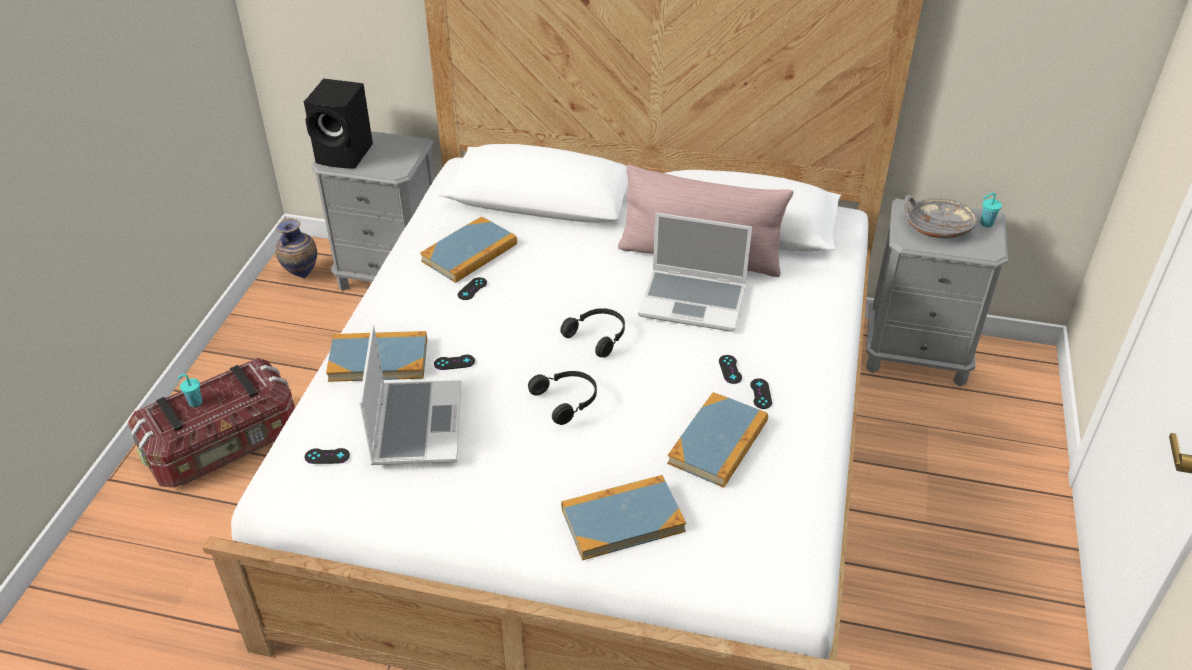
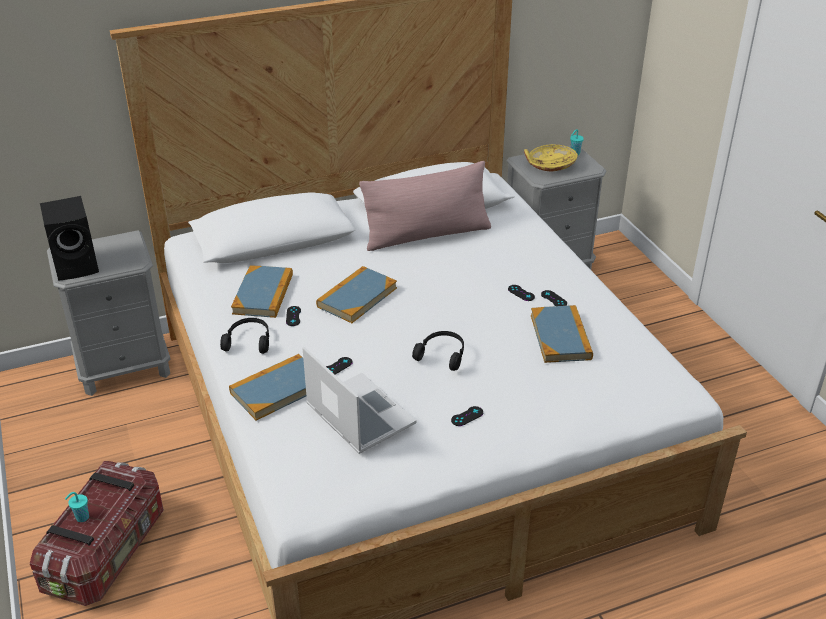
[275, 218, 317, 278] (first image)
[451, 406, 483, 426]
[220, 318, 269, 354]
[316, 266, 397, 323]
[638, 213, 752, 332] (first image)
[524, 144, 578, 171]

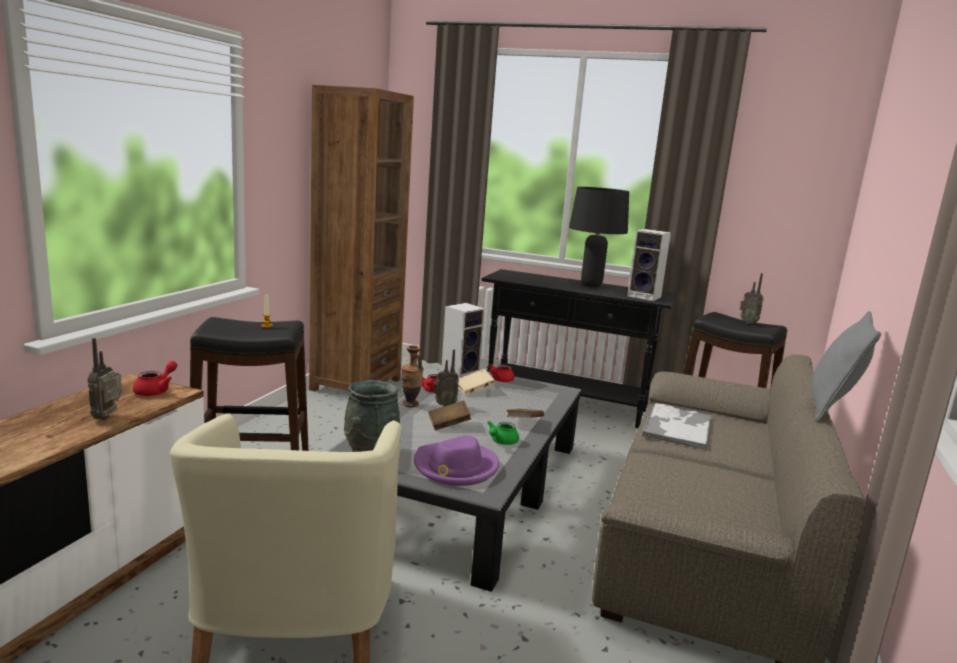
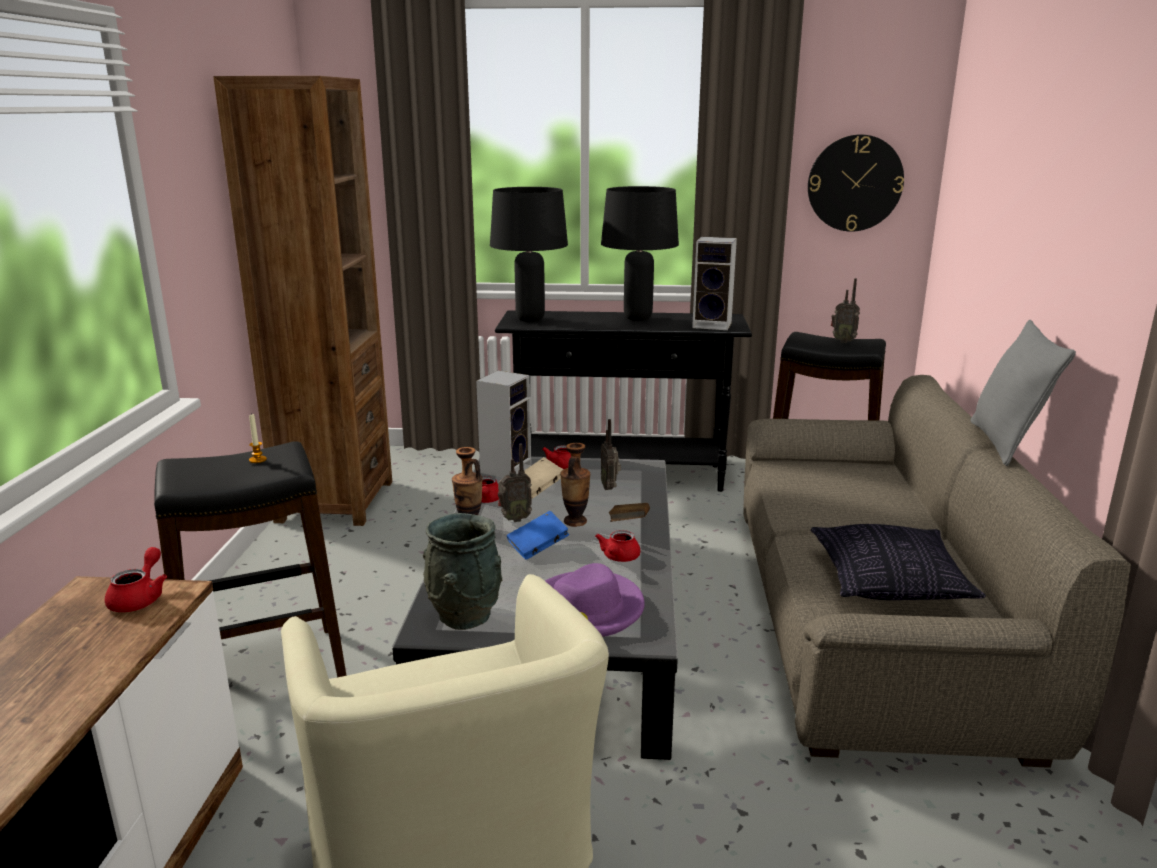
[601, 419, 621, 490]
[507, 511, 569, 560]
[595, 530, 641, 562]
[642, 402, 711, 450] (first image)
[490, 187, 568, 322]
[560, 443, 590, 527]
[808, 134, 904, 232]
[811, 524, 986, 600]

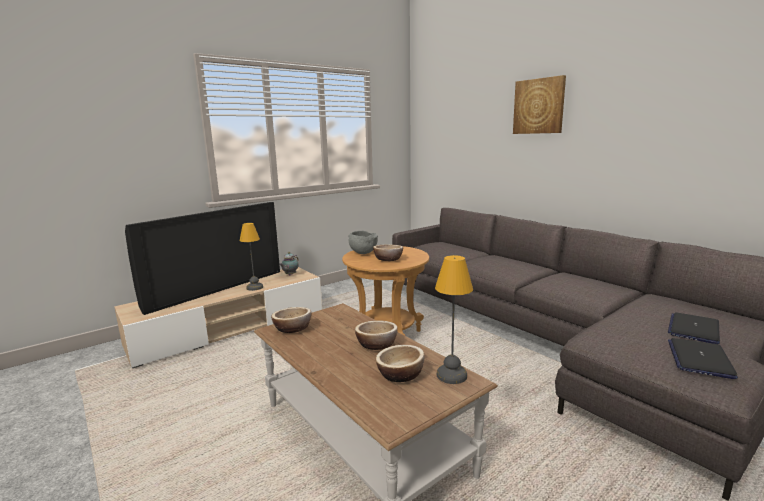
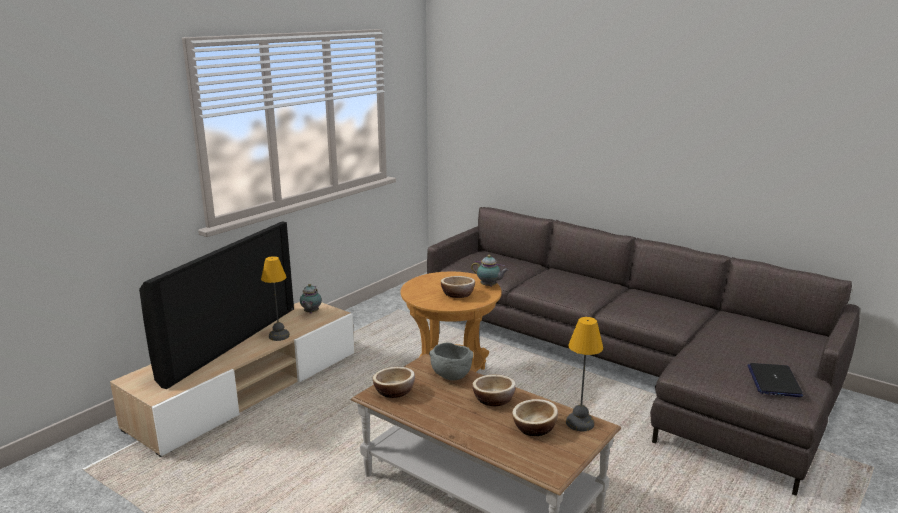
[429, 342, 474, 381]
[513, 75, 566, 134] (first image)
[668, 312, 720, 344] (first image)
[471, 255, 509, 287]

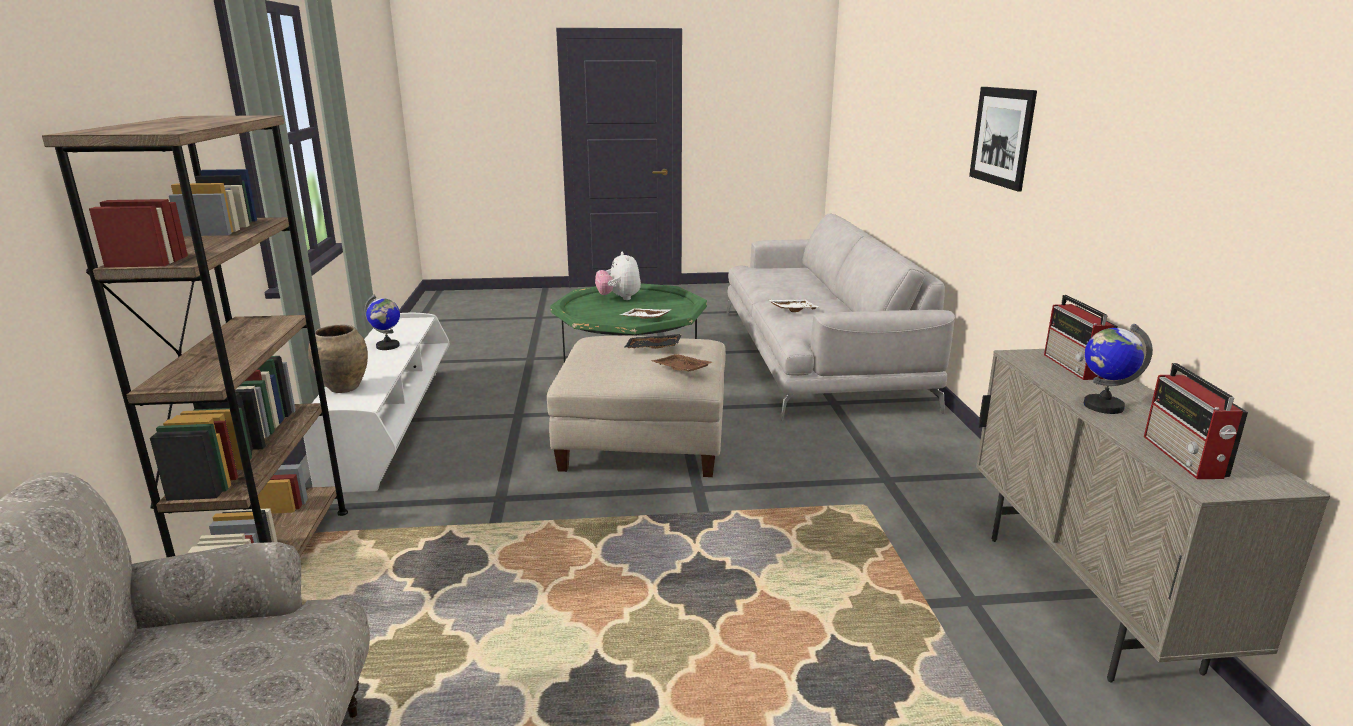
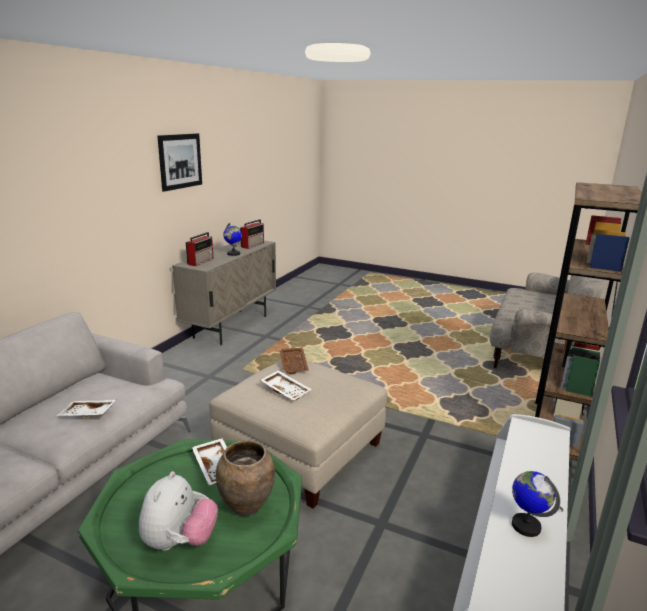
[216, 440, 275, 516]
[261, 370, 311, 401]
[157, 133, 202, 192]

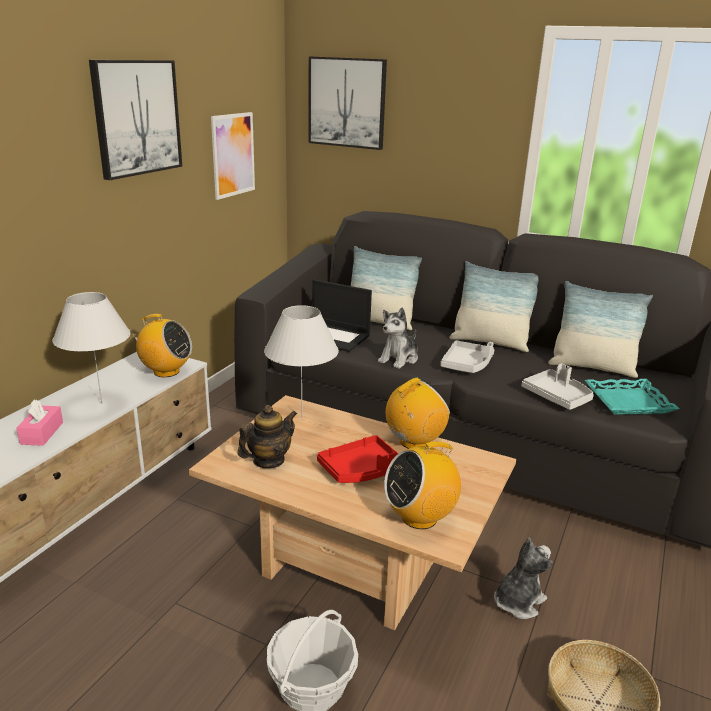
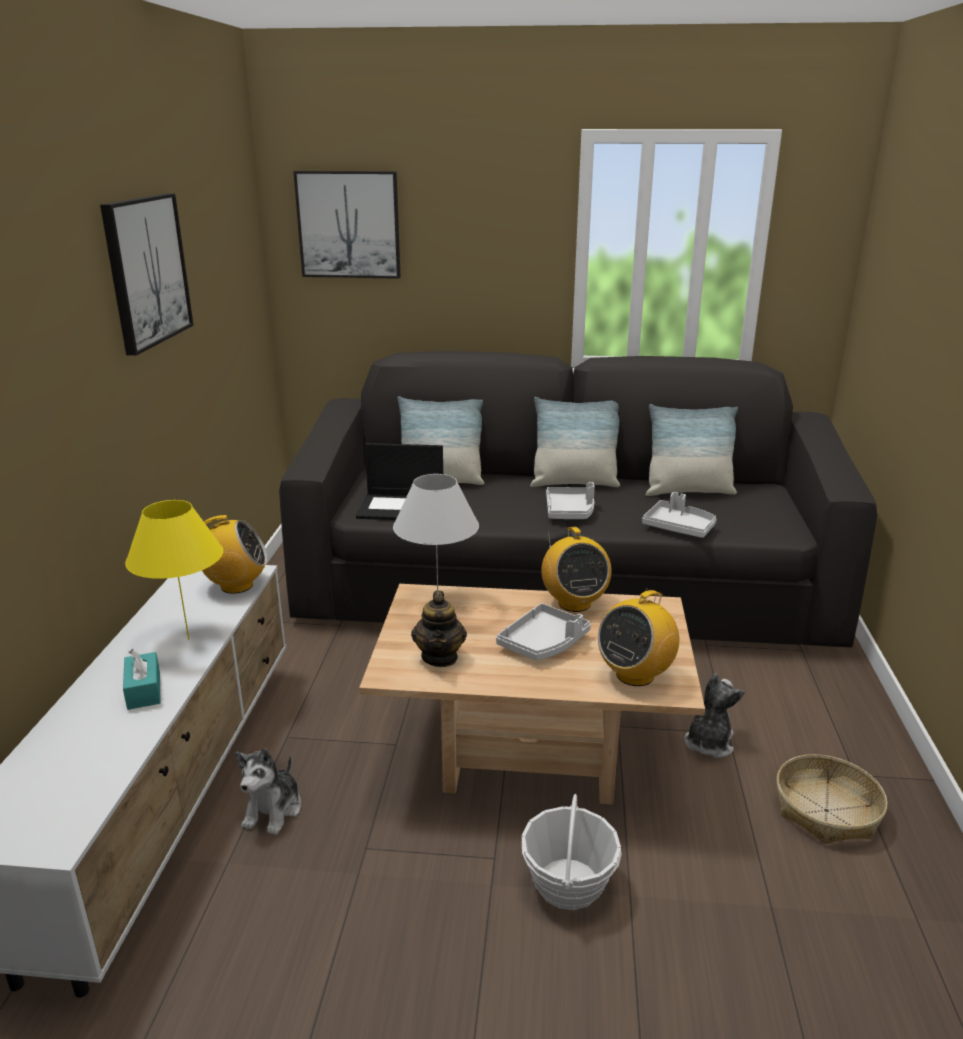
[123, 649, 161, 710]
[125, 500, 223, 640]
[211, 112, 255, 200] (first image)
[411, 590, 467, 667]
[496, 603, 591, 661]
[235, 748, 301, 835]
[541, 527, 612, 612]
[584, 379, 679, 415] (first image)

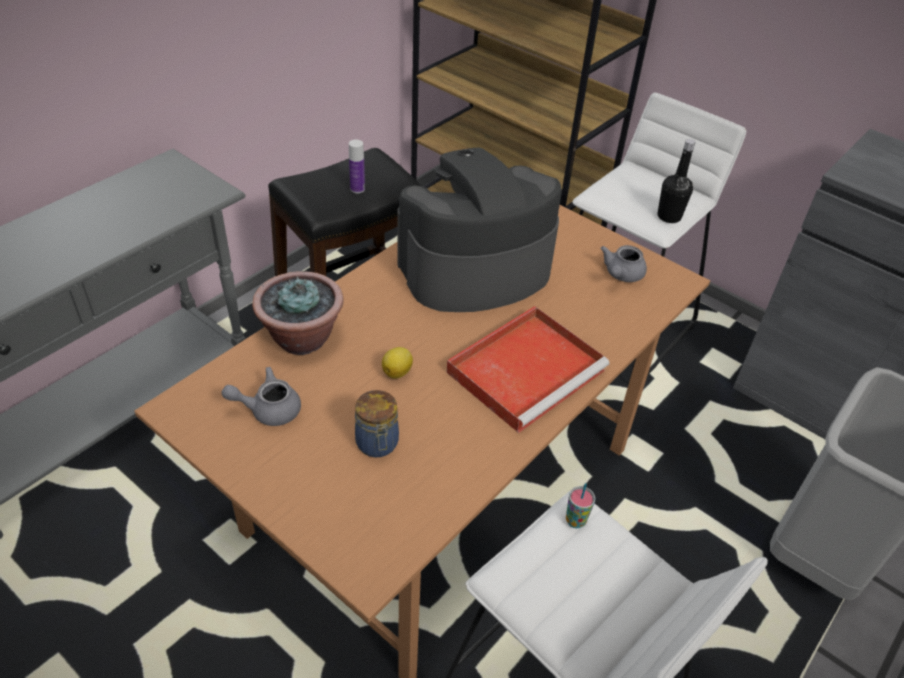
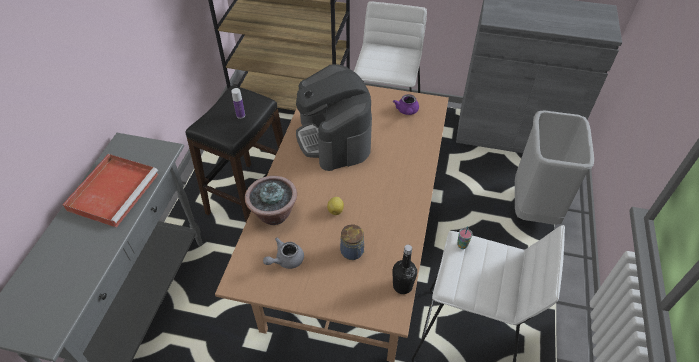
[296, 64, 372, 171]
[63, 154, 159, 228]
[393, 94, 419, 115]
[392, 245, 417, 294]

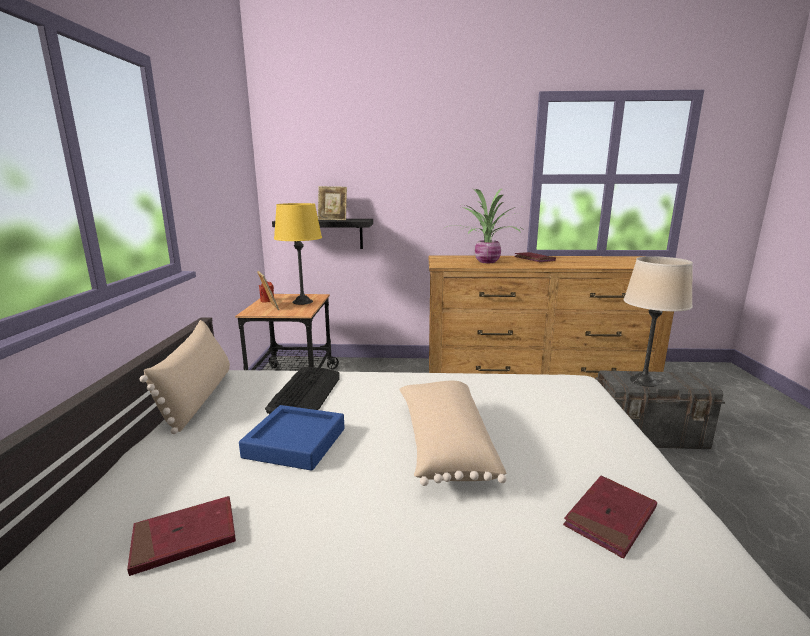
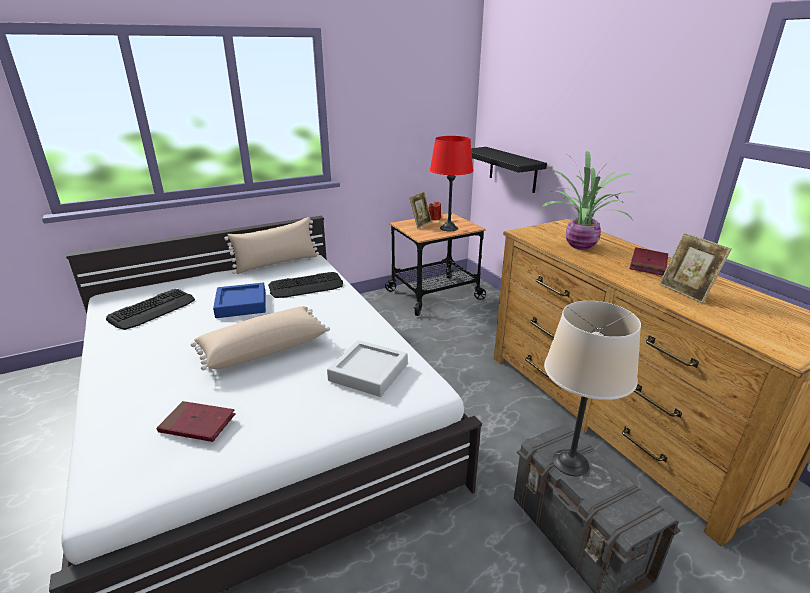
[106, 289, 195, 330]
[430, 136, 473, 231]
[659, 232, 732, 304]
[327, 340, 408, 397]

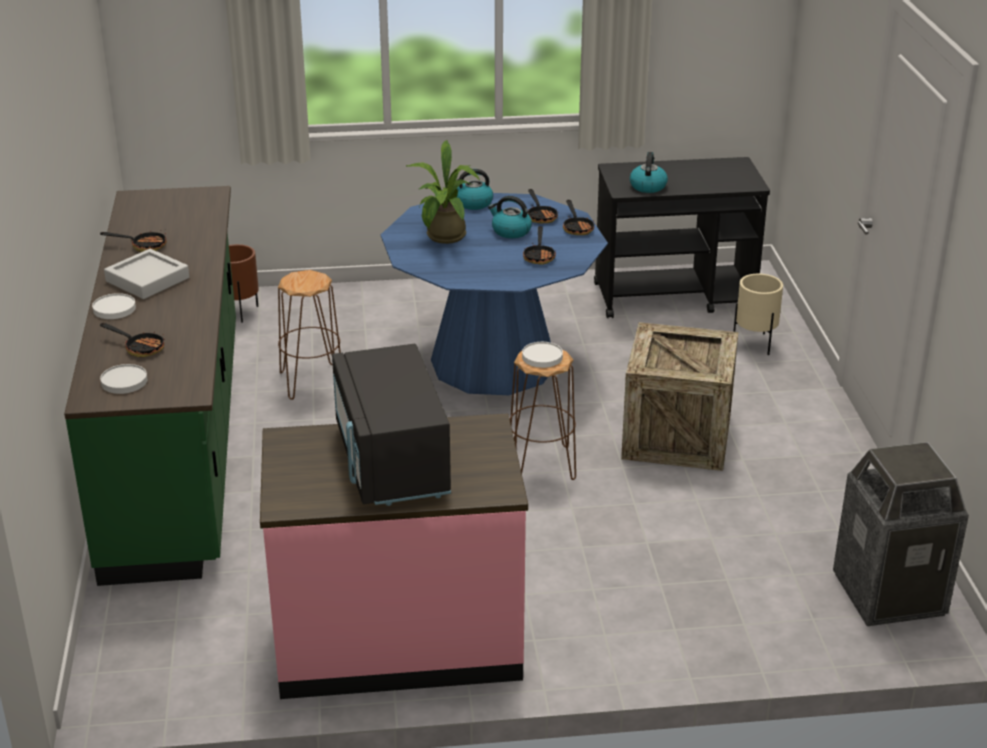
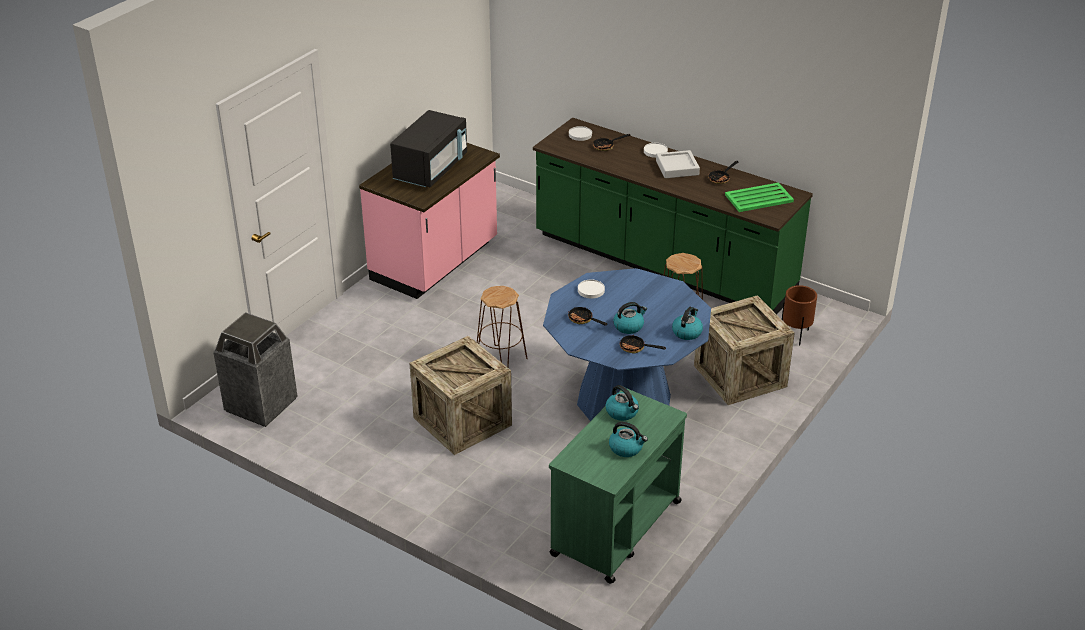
[390, 110, 467, 187]
[406, 140, 480, 244] (first image)
[578, 280, 605, 299]
[563, 200, 594, 235] (first image)
[549, 388, 687, 584]
[733, 274, 783, 355] (first image)
[609, 422, 648, 457]
[694, 295, 795, 405]
[725, 183, 794, 212]

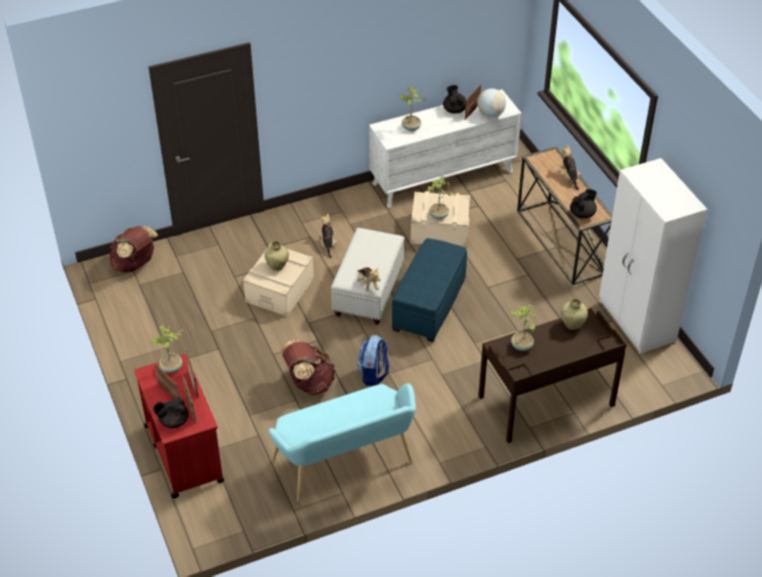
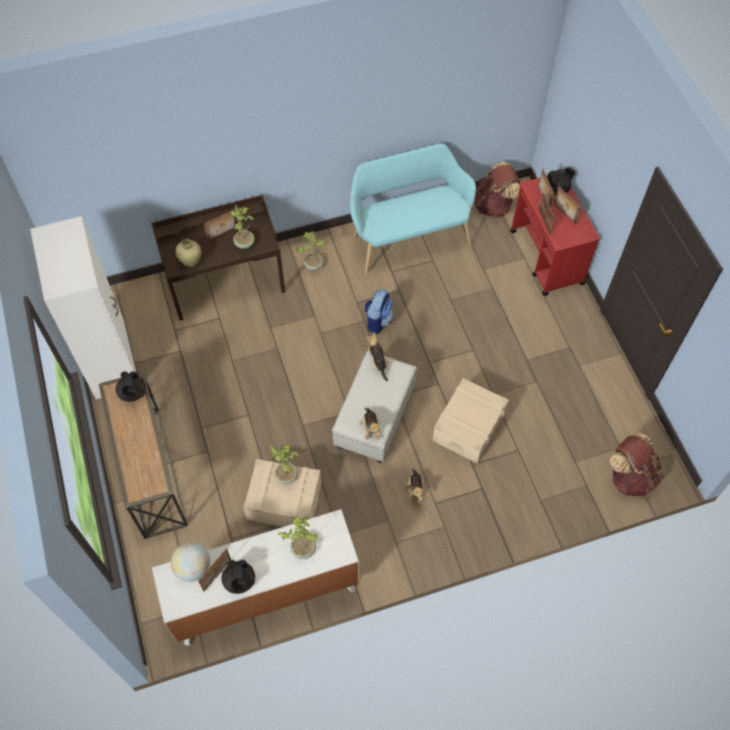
[297, 231, 325, 271]
[265, 241, 289, 271] (first image)
[474, 163, 520, 218]
[392, 238, 467, 342] (first image)
[359, 408, 380, 440]
[115, 371, 146, 402]
[204, 210, 237, 241]

